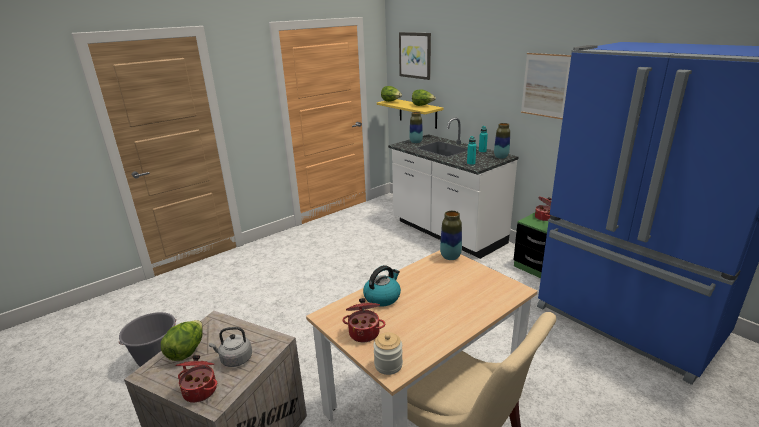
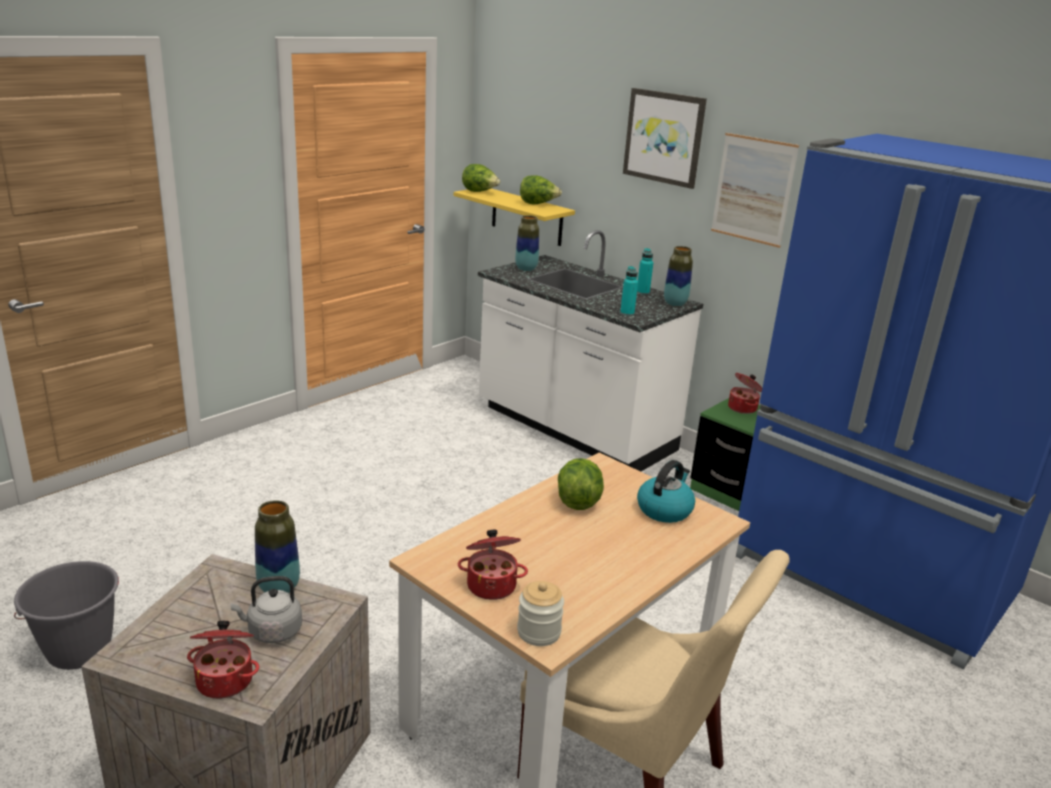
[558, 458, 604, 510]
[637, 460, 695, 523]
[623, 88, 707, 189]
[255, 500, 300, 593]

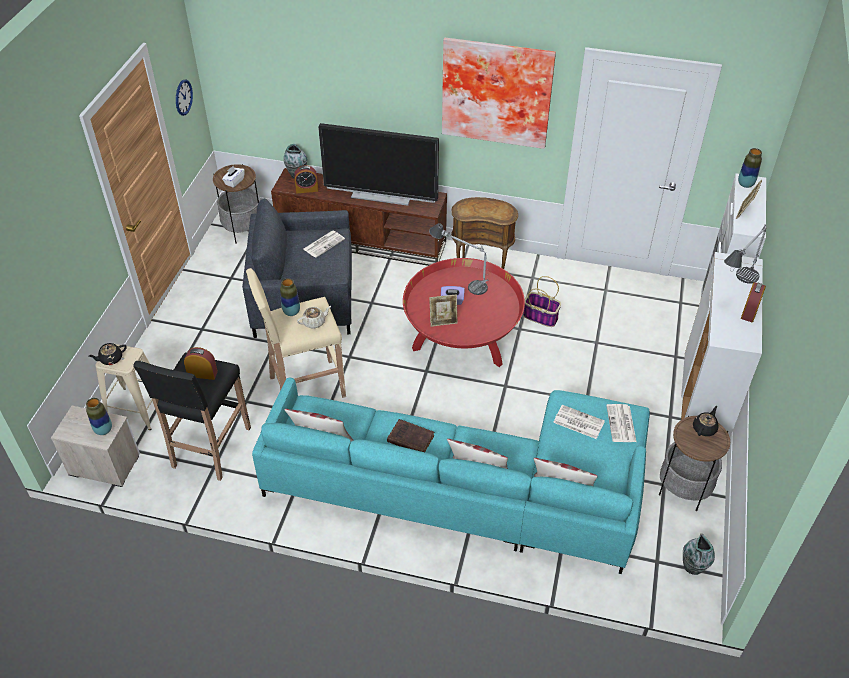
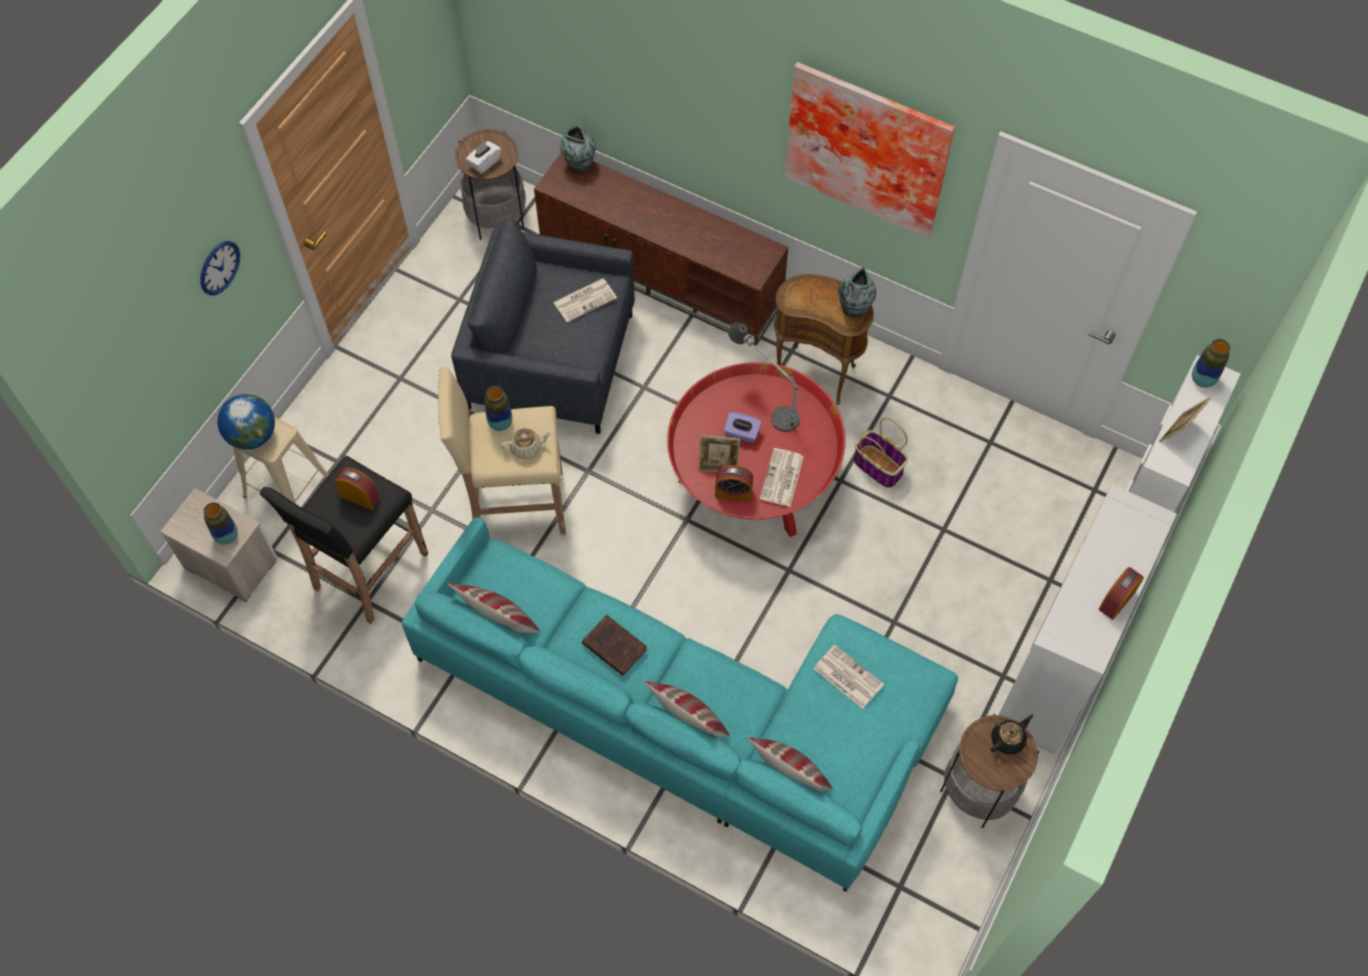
[218, 394, 275, 450]
[200, 241, 240, 296]
[715, 465, 753, 501]
[318, 123, 439, 206] (first image)
[760, 448, 804, 507]
[838, 266, 876, 318]
[724, 224, 766, 284] (first image)

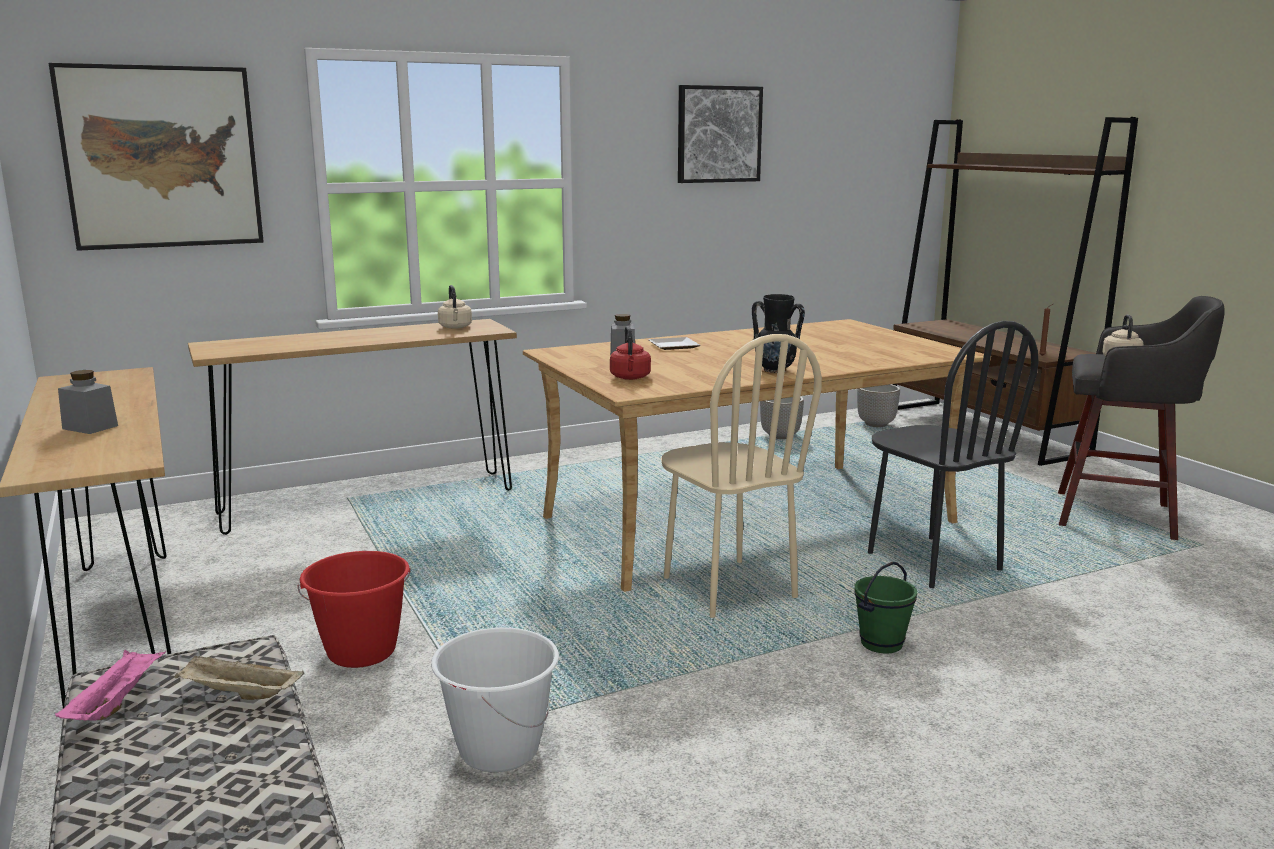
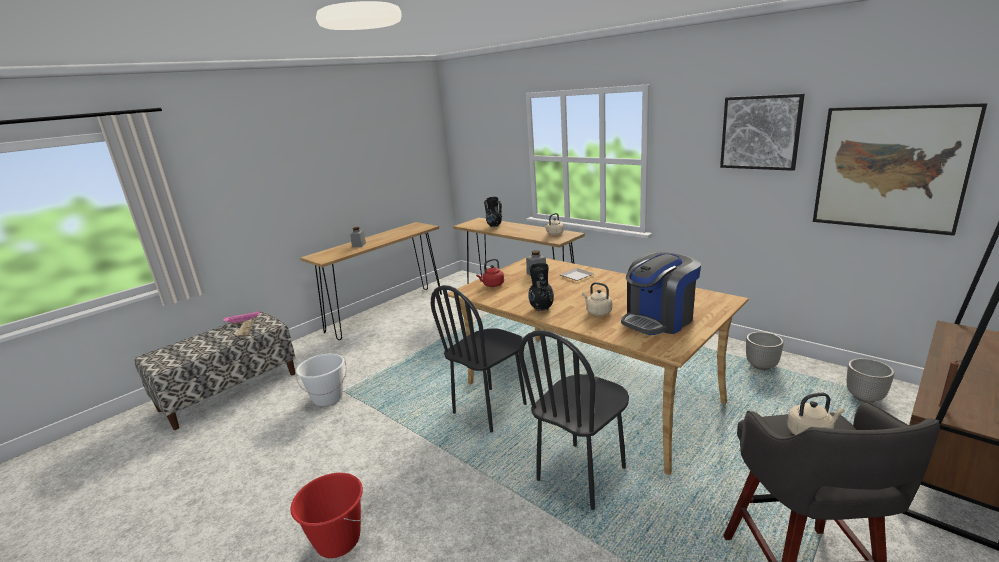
[813, 103, 988, 236]
[290, 473, 364, 558]
[431, 285, 527, 433]
[854, 562, 917, 654] (first image)
[484, 197, 503, 228]
[582, 282, 612, 316]
[621, 252, 701, 335]

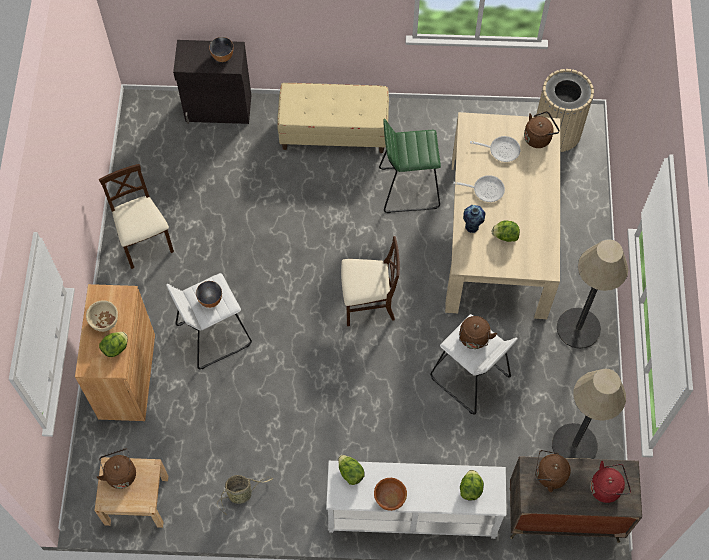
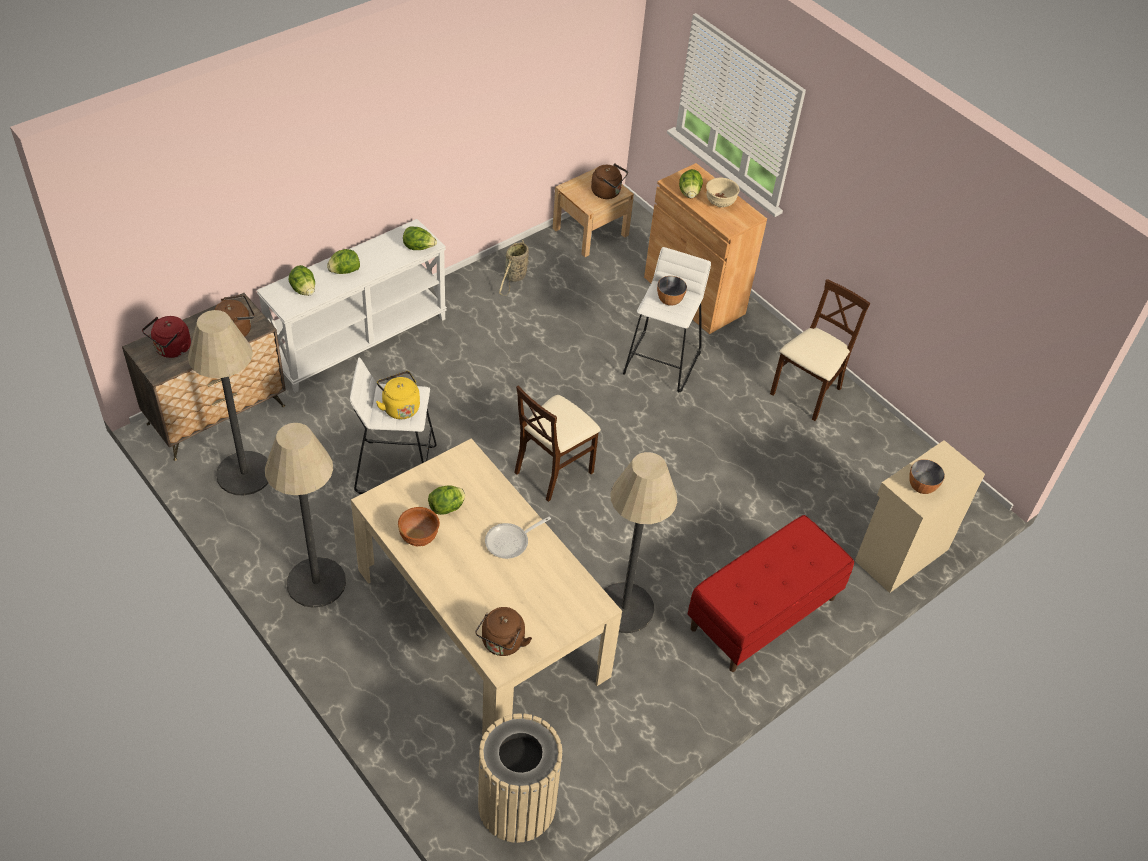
[770, 279, 870, 421]
[855, 440, 985, 593]
[687, 515, 854, 672]
[398, 507, 440, 546]
[604, 452, 677, 633]
[376, 371, 420, 419]
[463, 205, 485, 233] (first image)
[470, 136, 520, 162] (first image)
[327, 249, 360, 274]

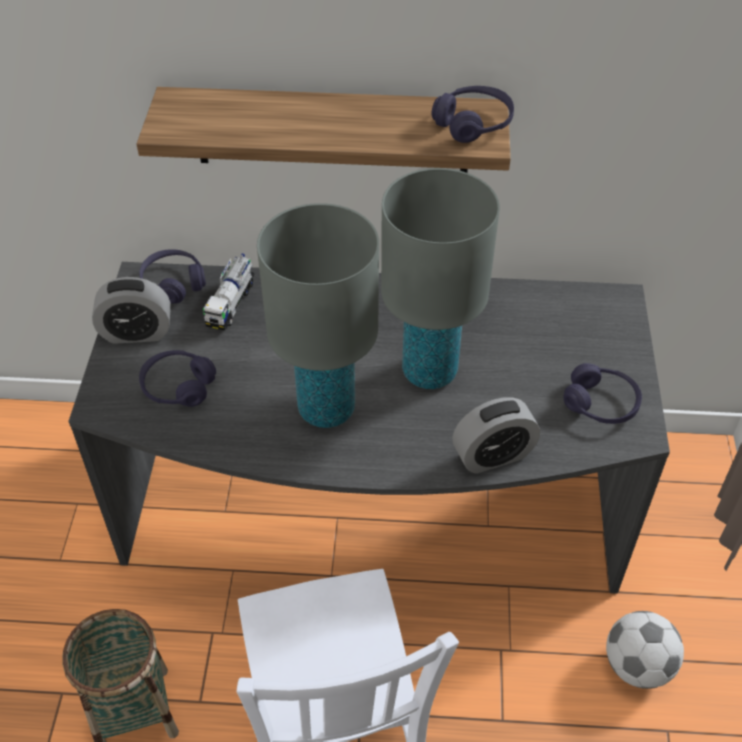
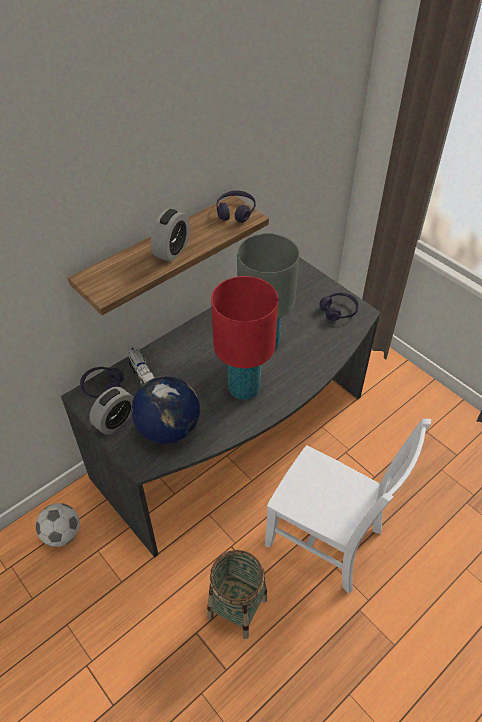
[132, 376, 200, 444]
[211, 276, 278, 400]
[151, 209, 190, 262]
[36, 503, 80, 547]

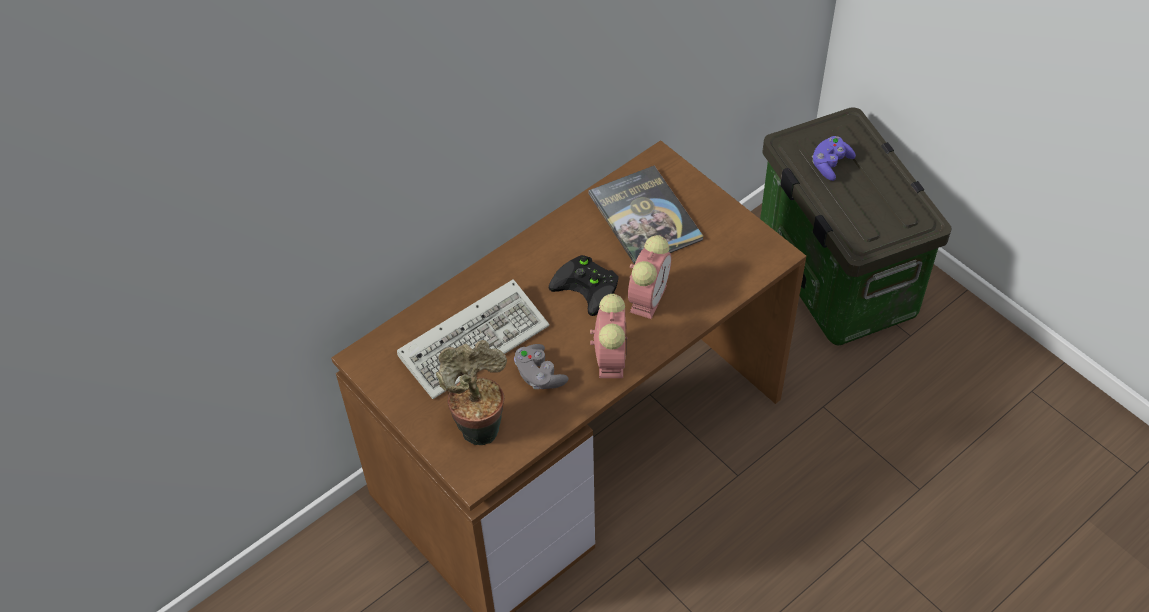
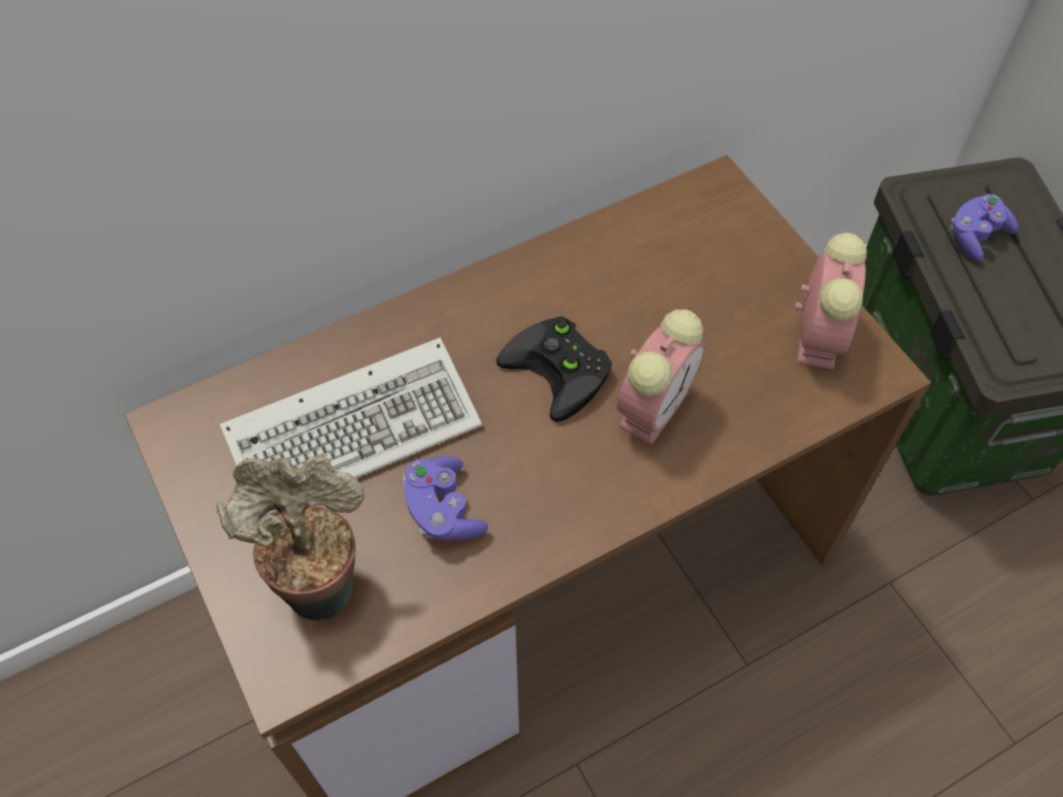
[403, 456, 488, 540]
[588, 166, 704, 264] (first image)
[794, 233, 867, 370]

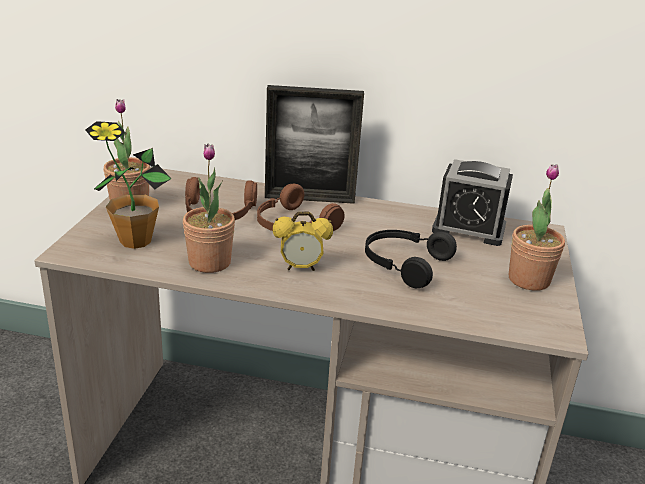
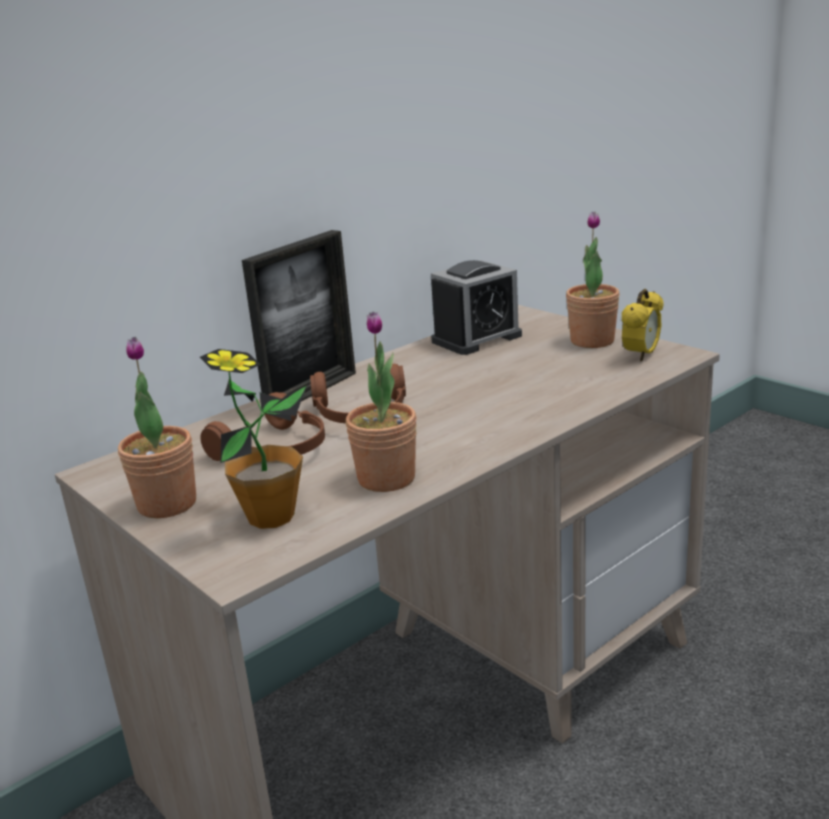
[622, 289, 663, 361]
[365, 230, 457, 288] (first image)

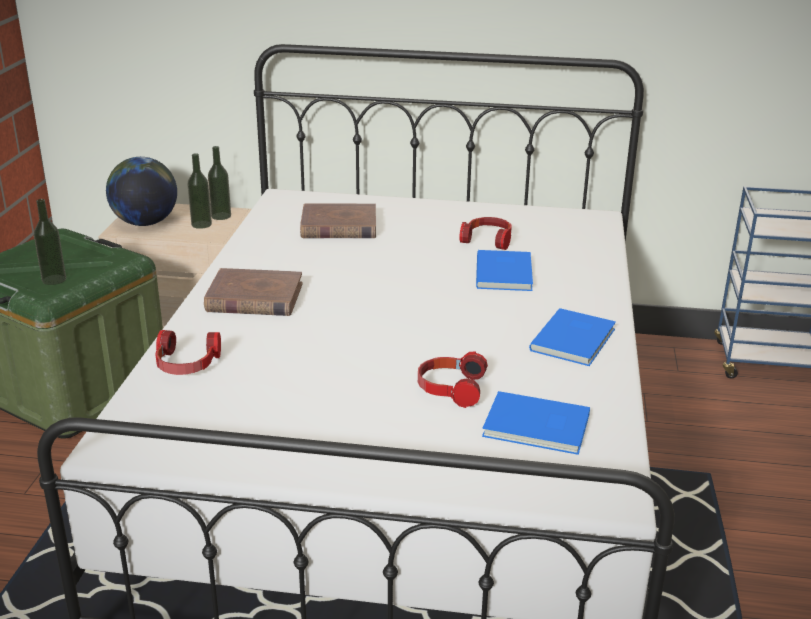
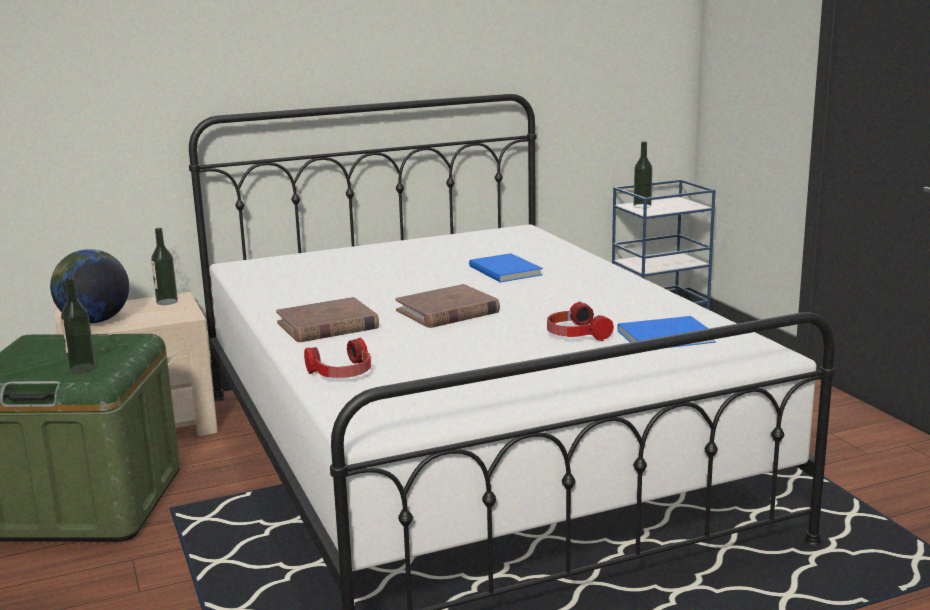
[634, 142, 652, 208]
[396, 284, 500, 328]
[459, 217, 512, 250] (first image)
[529, 308, 616, 366] (first image)

